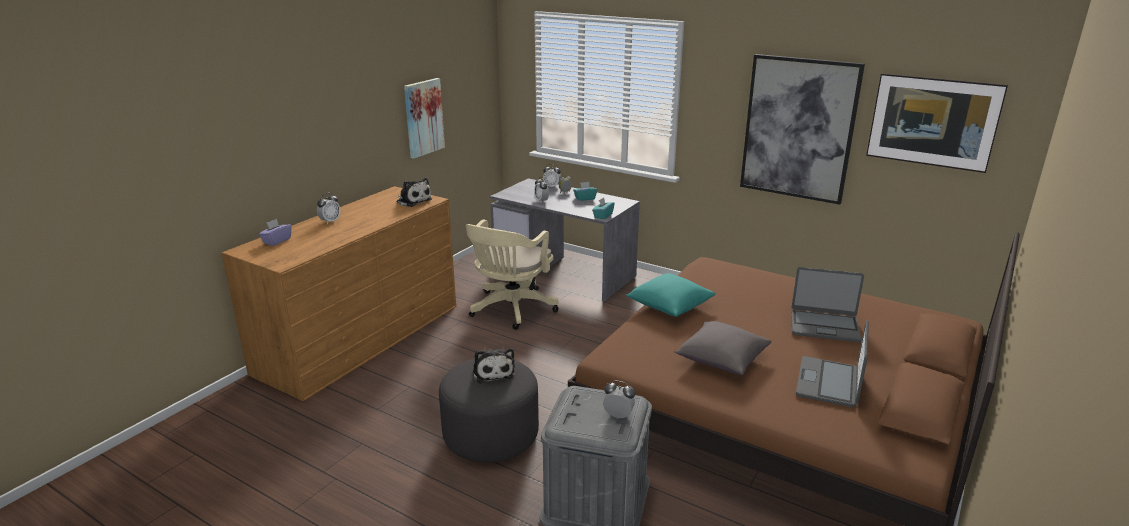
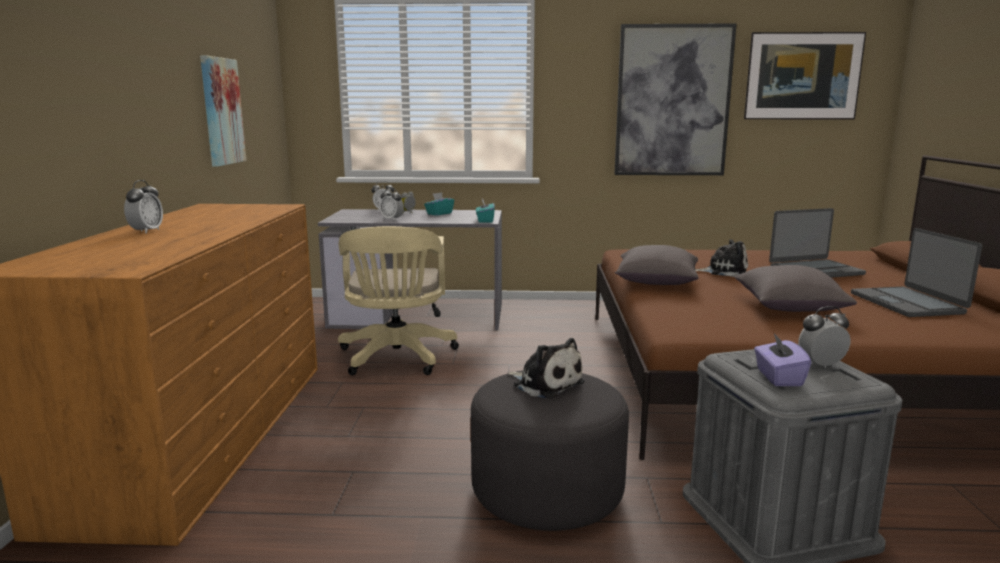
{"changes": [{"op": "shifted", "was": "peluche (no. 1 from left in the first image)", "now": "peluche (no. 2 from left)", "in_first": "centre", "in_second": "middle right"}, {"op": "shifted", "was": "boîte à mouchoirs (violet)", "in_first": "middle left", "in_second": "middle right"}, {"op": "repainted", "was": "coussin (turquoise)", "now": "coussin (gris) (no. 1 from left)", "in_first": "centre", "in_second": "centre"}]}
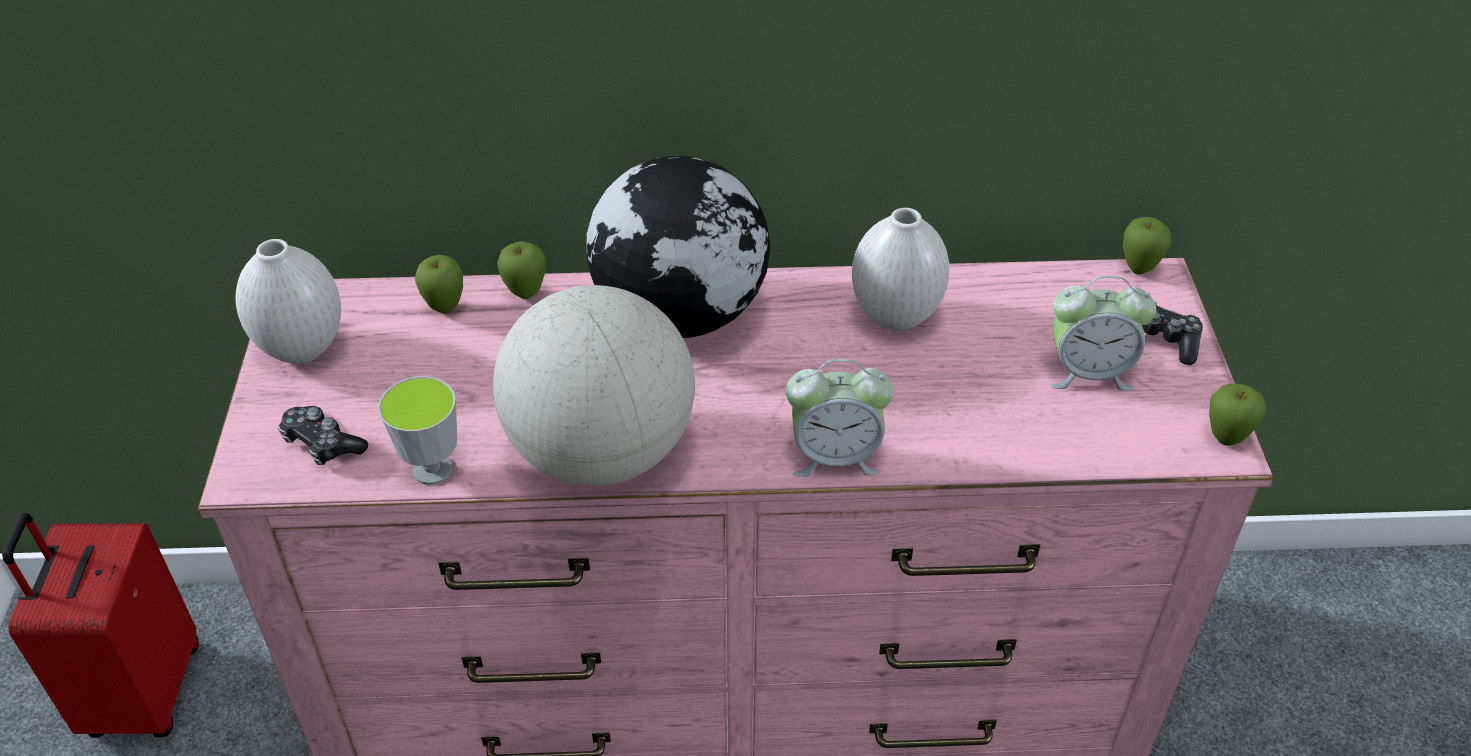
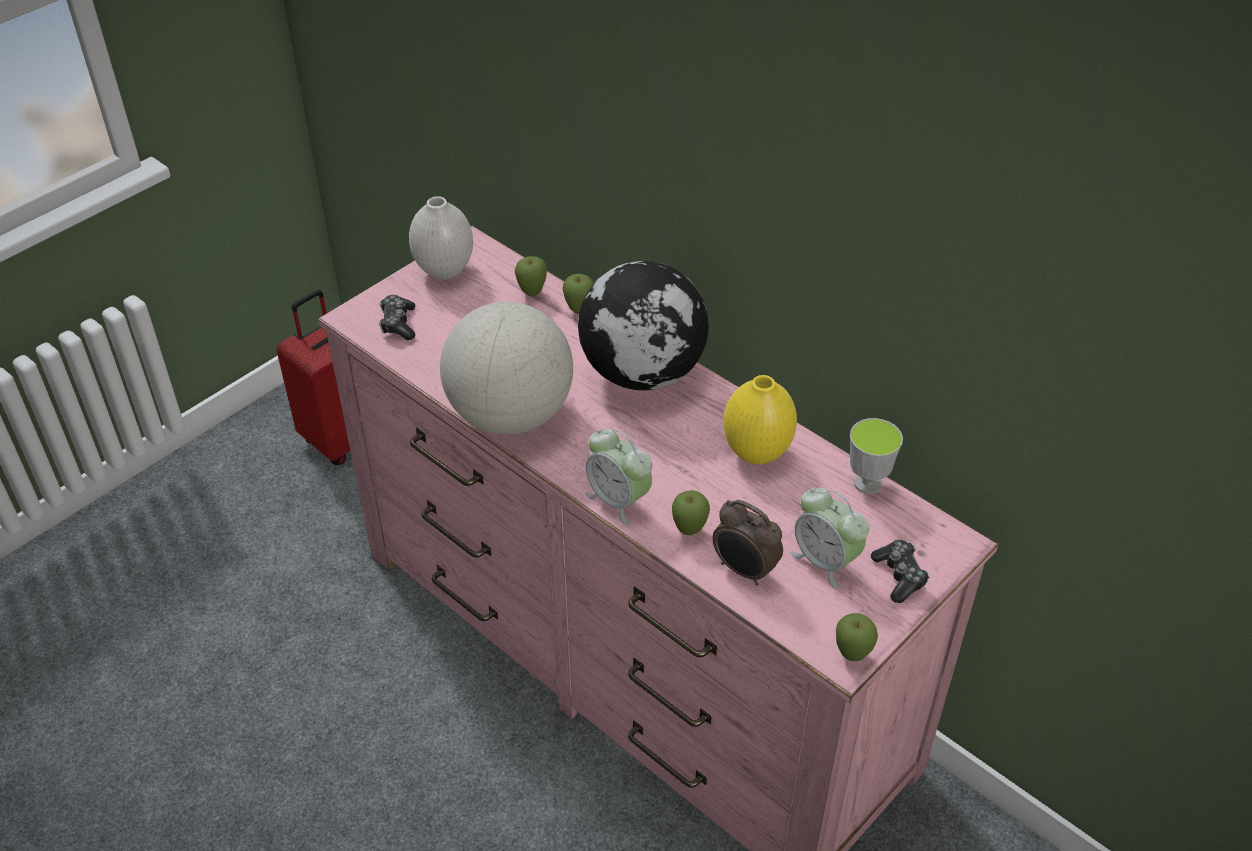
{"changes": [{"op": "repainted", "was": "vase (blanc) (no. 2 from left)", "now": "vase (jaune)", "in_first": "centre", "in_second": "centre"}, {"op": "shifted", "was": "pomme (no. 3 from left)", "in_first": "top right", "in_second": "centre"}, {"op": "shifted", "was": "tasse", "in_first": "middle left", "in_second": "middle right"}, {"op": "new", "now": "réveil (no. 2 from left)", "in_second": "centre"}]}
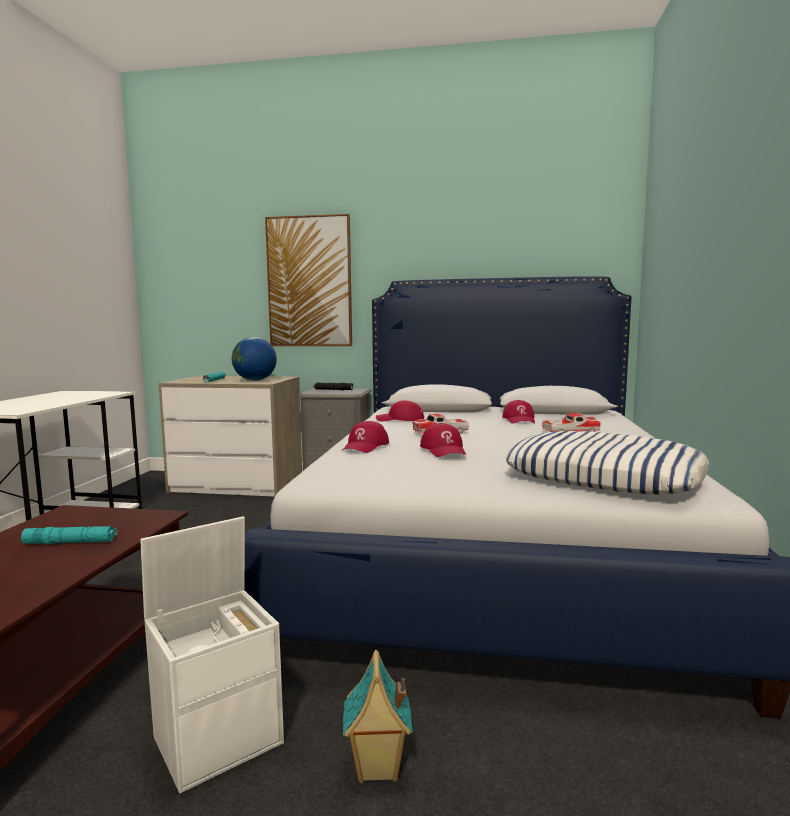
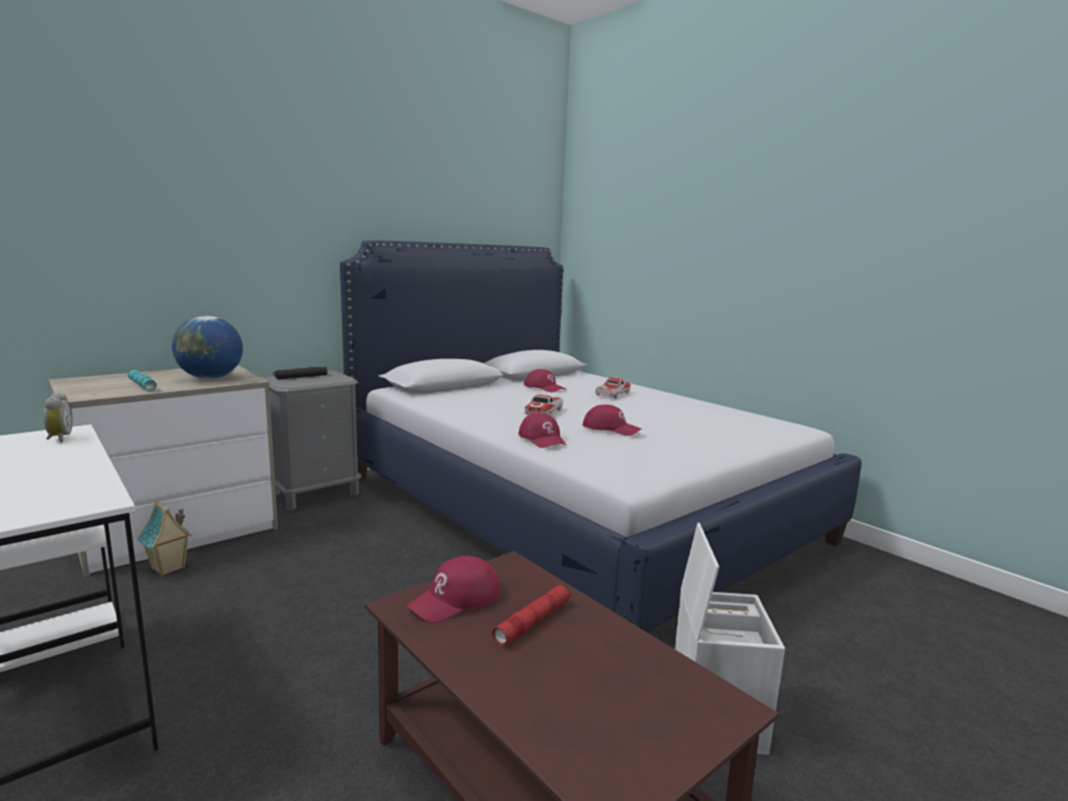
{"changes": [{"op": "gone", "was": "tableau", "in_first": "centre"}, {"op": "shifted", "was": "casquette (rouge) (no. 2 from left in the first image)", "now": "casquette (rouge) (no. 1 from left)", "in_first": "centre", "in_second": "bottom centre"}, {"op": "gone", "was": "coussin", "in_first": "middle right"}, {"op": "repainted", "was": "lampe de poche (turquoise) (no. 1 from left)", "now": "lampe de poche (rouge)", "in_first": "middle left", "in_second": "bottom centre"}, {"op": "shifted", "was": "maison miniature", "in_first": "bottom centre", "in_second": "bottom left"}, {"op": "new", "now": "réveil", "in_second": "middle left"}]}
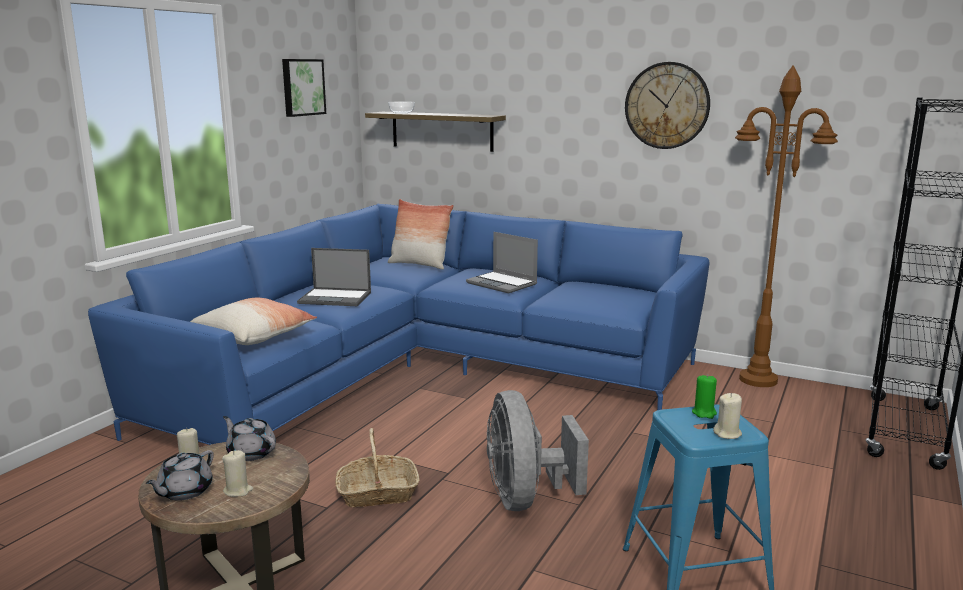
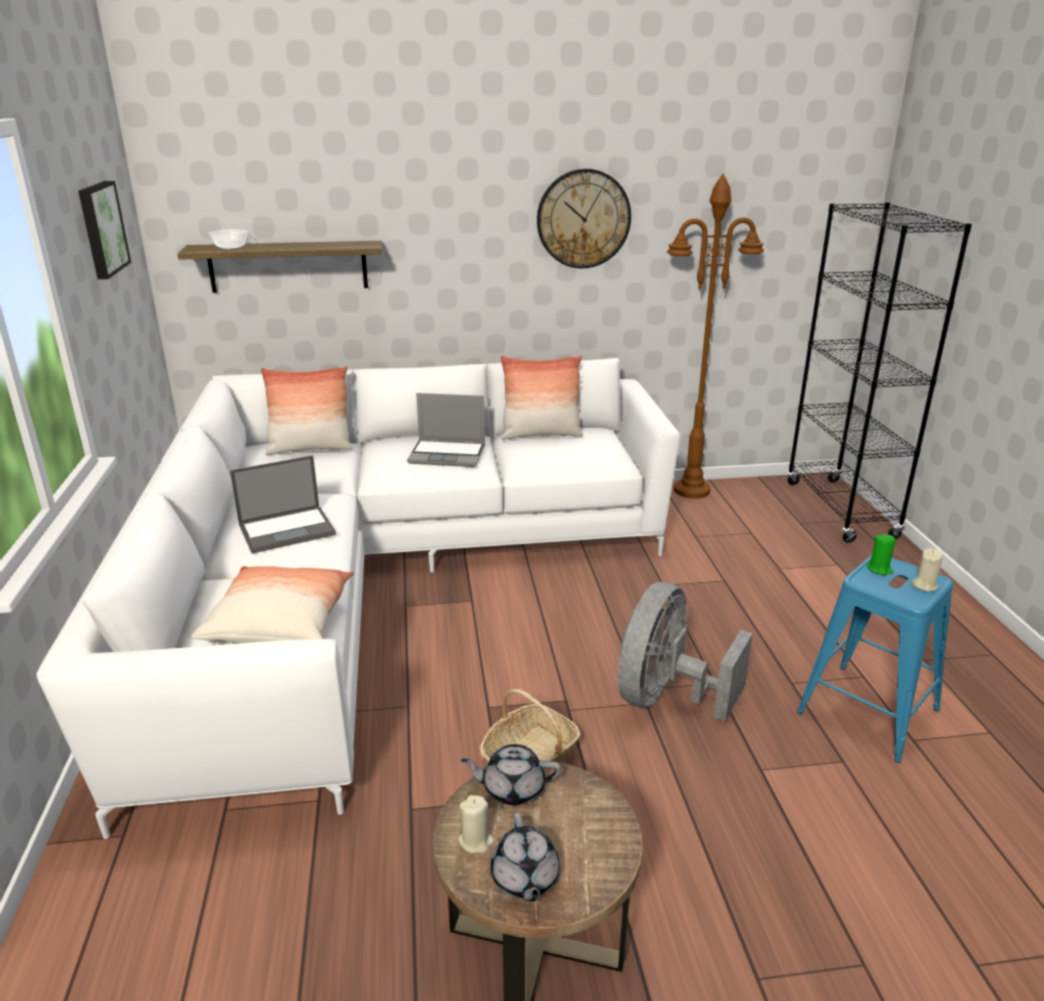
{"changes": [{"op": "repainted", "was": "canapé (bleu)", "now": "canapé (blanc)", "in_first": "centre", "in_second": "centre"}, {"op": "rotated", "was": "ventilateur (gris)", "in_first": "bottom centre", "in_second": "centre", "clockwise": 75}, {"op": "gone", "was": "bougie (beige) (no. 2 from left)", "in_first": "bottom left"}, {"op": "new", "now": "coussin (no. 3 from left)", "in_second": "centre"}]}
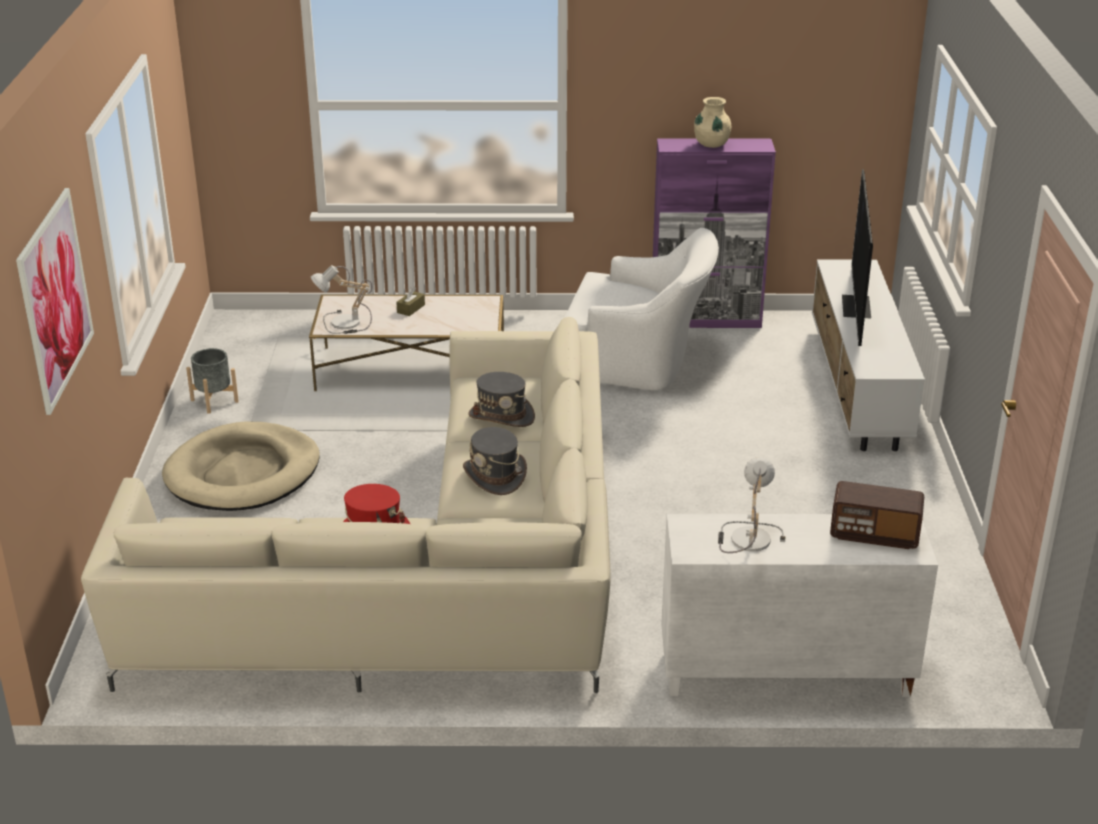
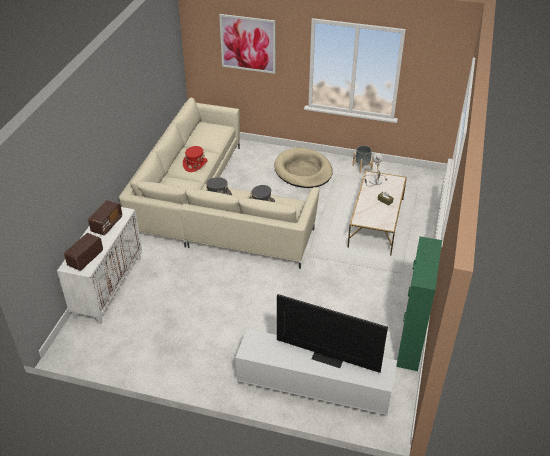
{"changes": [{"op": "gone", "was": "vase (beige)", "in_first": "top centre"}, {"op": "repainted", "was": "meuble de rangement (violet)", "now": "meuble de rangement (vert)", "in_first": "top centre", "in_second": "middle right"}, {"op": "gone", "was": "fauteuil (blanc)", "in_first": "centre"}, {"op": "swapped", "was": "lampe de table (no. 2 from left)", "now": "radio (no. 2 from left)", "in_first": "middle right", "in_second": "middle left"}]}
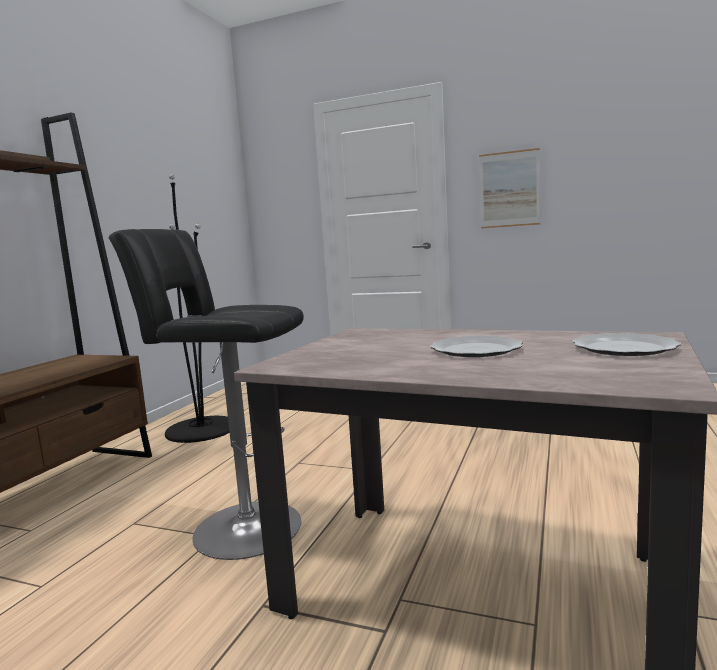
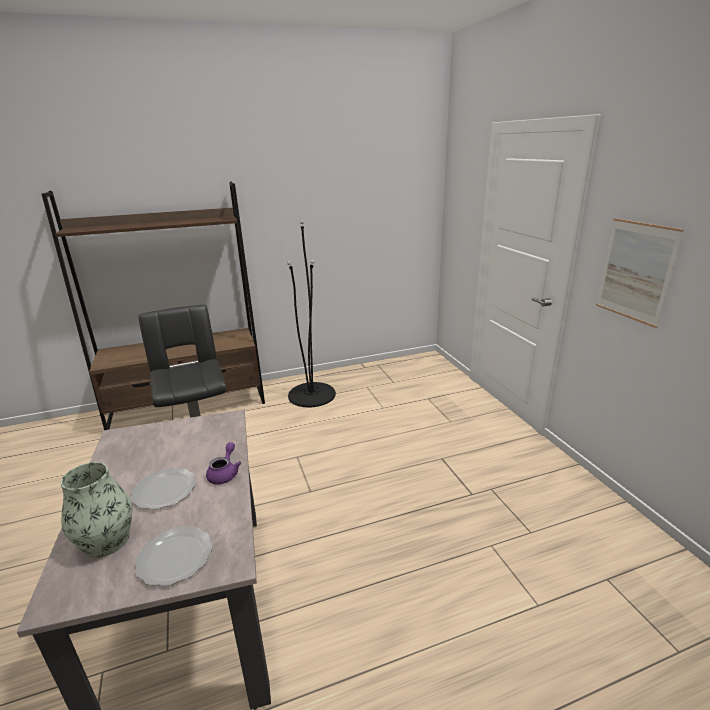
{"changes": [{"op": "new", "now": "théière (violet)", "in_second": "middle left"}, {"op": "new", "now": "vase", "in_second": "bottom left"}]}
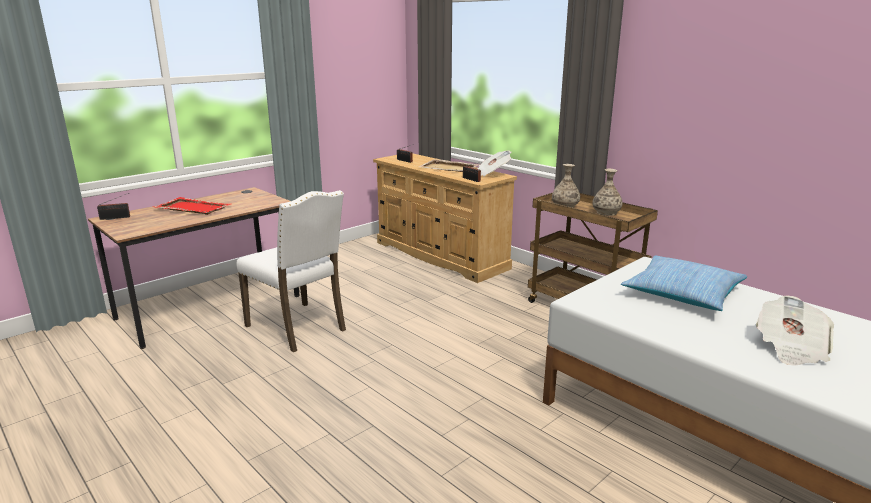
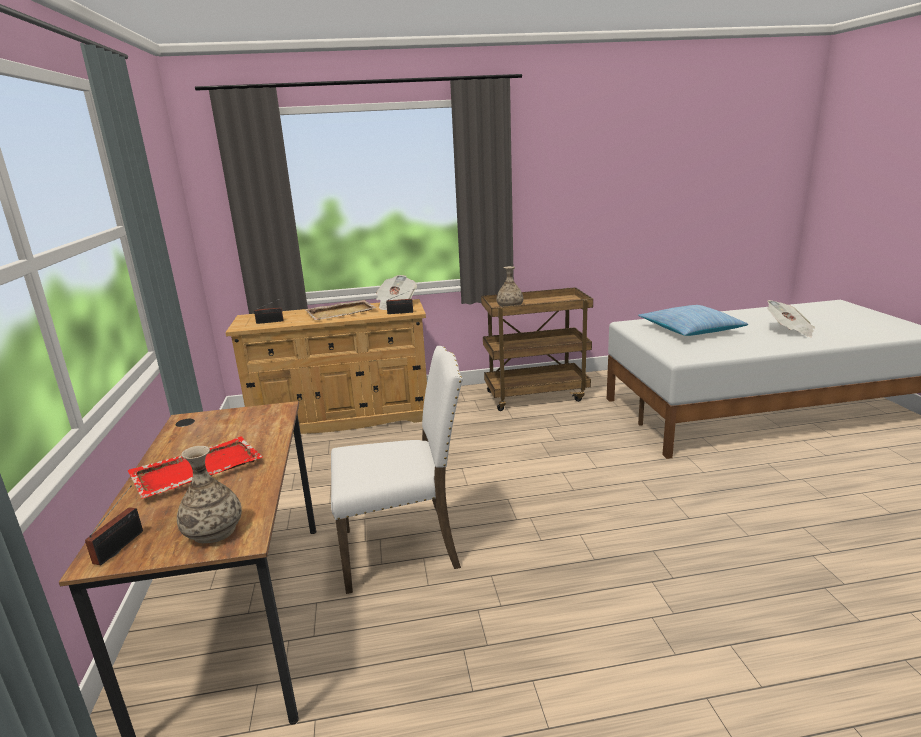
{"changes": [{"op": "shifted", "was": "vase (no. 2 from left in the first image)", "now": "vase (no. 1 from left)", "in_first": "middle right", "in_second": "bottom left"}]}
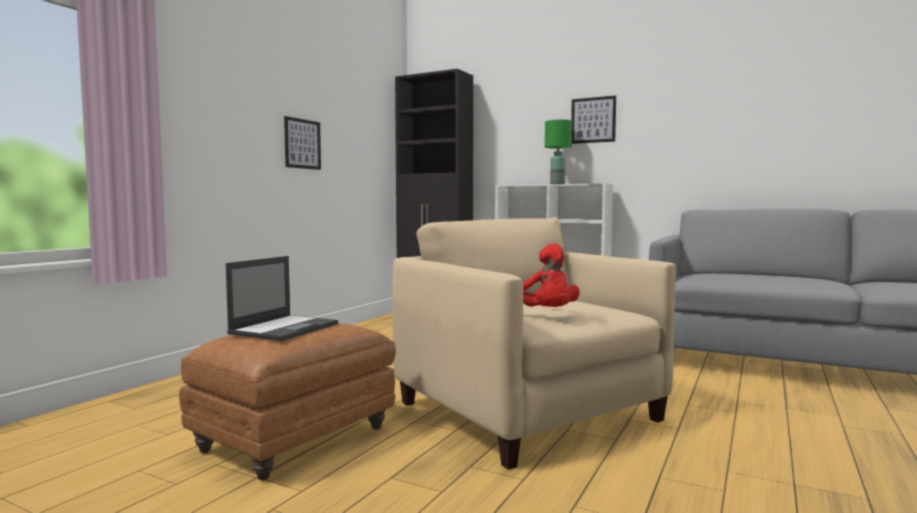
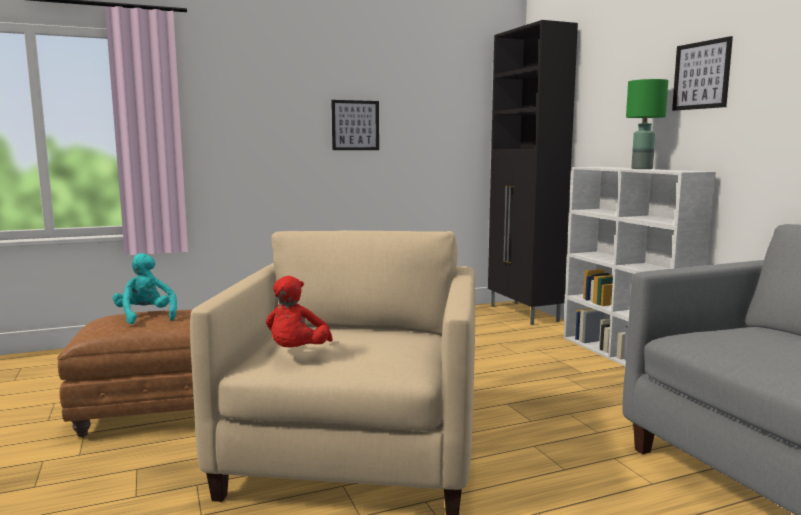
{"changes": [{"op": "swapped", "was": "ordinateur portable", "now": "peluche (turquoise)", "in_first": "middle left", "in_second": "middle left"}]}
